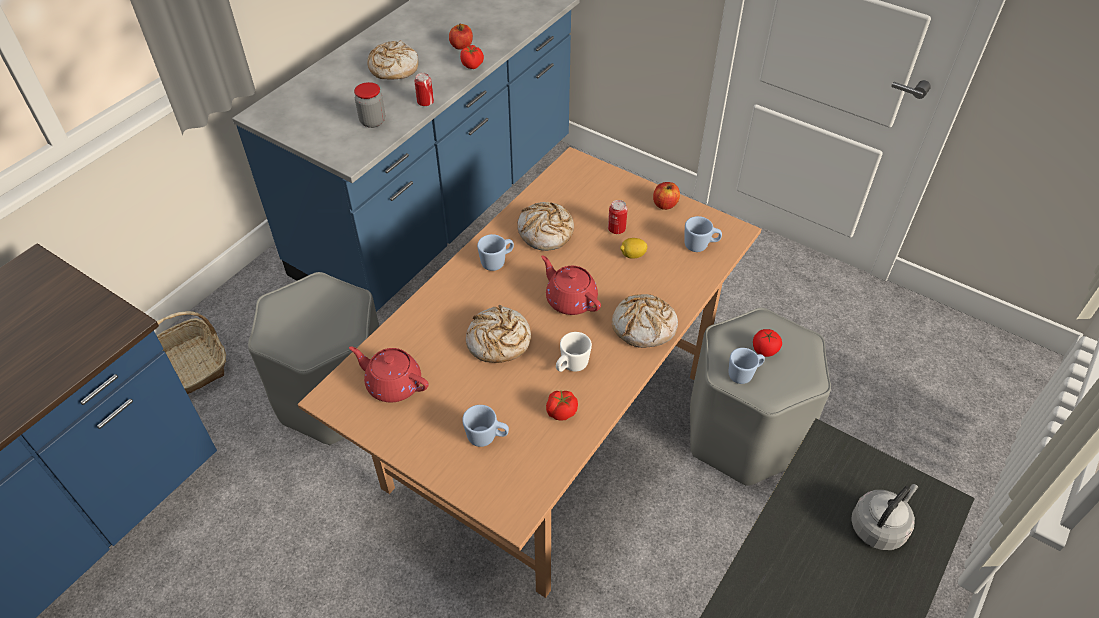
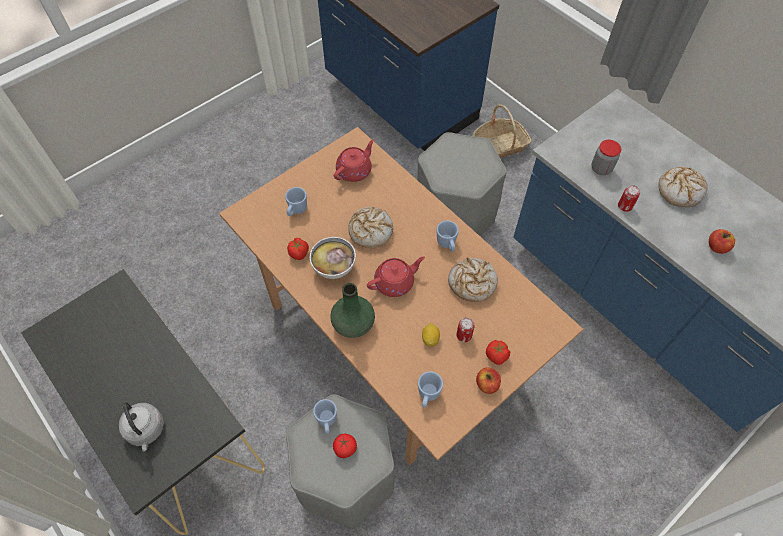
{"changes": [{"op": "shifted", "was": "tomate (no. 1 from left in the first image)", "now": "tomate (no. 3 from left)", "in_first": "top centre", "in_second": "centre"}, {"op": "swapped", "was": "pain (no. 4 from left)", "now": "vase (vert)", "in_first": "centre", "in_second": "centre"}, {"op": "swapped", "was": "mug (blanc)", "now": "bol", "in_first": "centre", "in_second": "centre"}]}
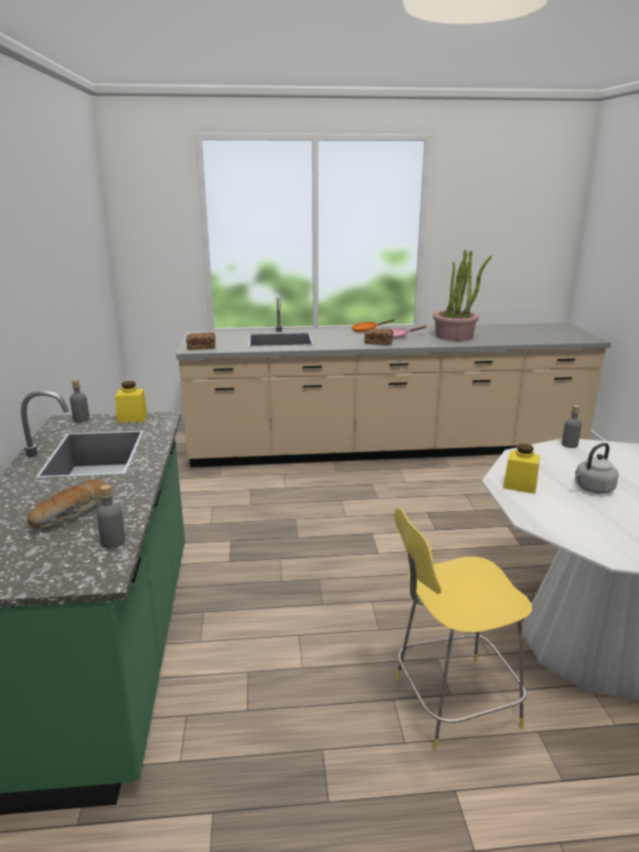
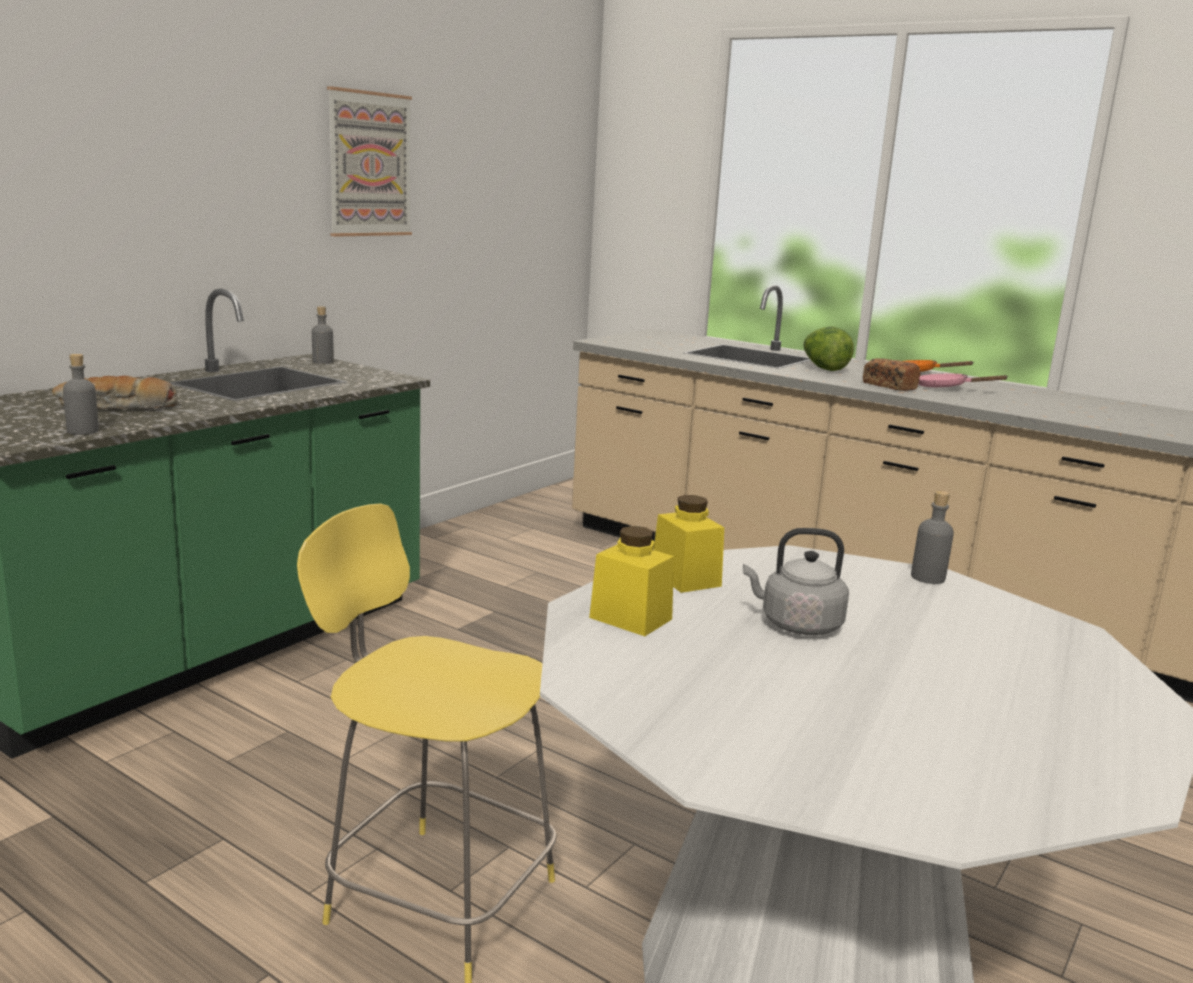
{"changes": [{"op": "gone", "was": "plante en pot", "in_first": "middle right"}, {"op": "gone", "was": "pain (no. 2 from left)", "in_first": "middle left"}, {"op": "shifted", "was": "bocal (jaune) (no. 1 from left)", "in_first": "middle left", "in_second": "centre"}, {"op": "new", "now": "tableau", "in_second": "top left"}, {"op": "new", "now": "laitue", "in_second": "middle right"}]}
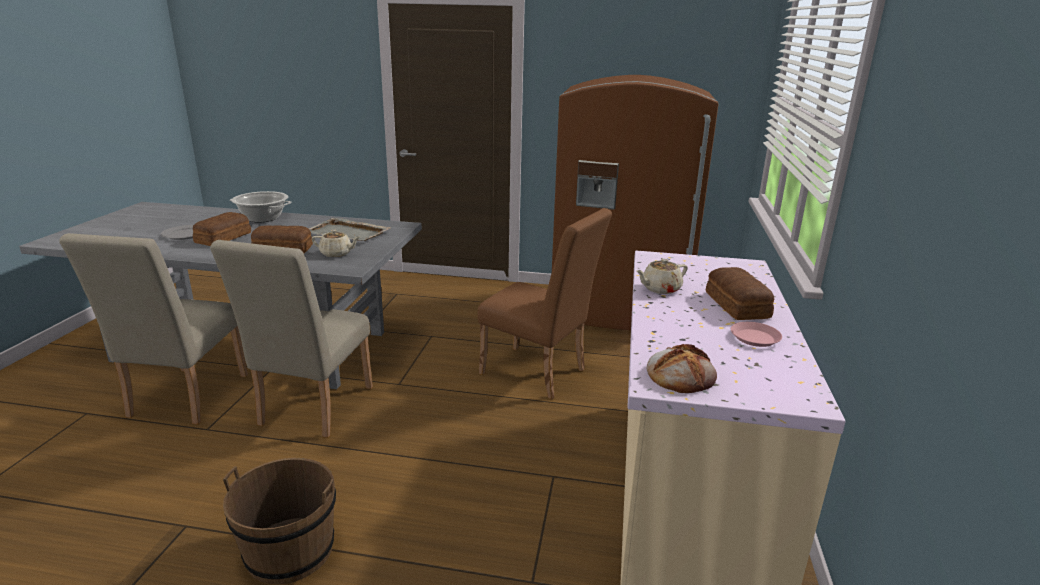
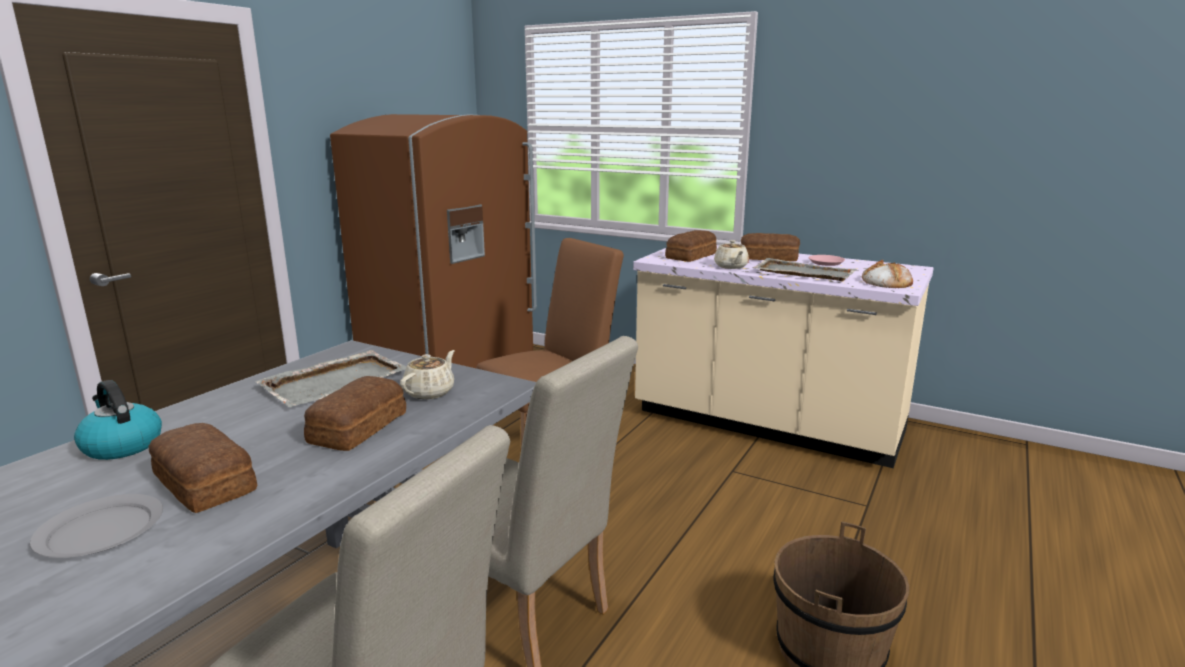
{"changes": [{"op": "swapped", "was": "marmite", "now": "bouilloire", "in_first": "middle left", "in_second": "middle left"}, {"op": "new", "now": "pain (no. 3 from left)", "in_second": "centre"}, {"op": "new", "now": "plateau (gris) (no. 2 from left)", "in_second": "middle right"}]}
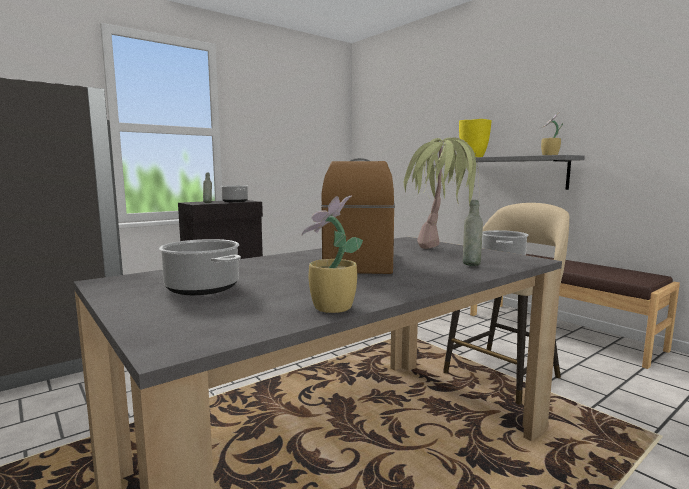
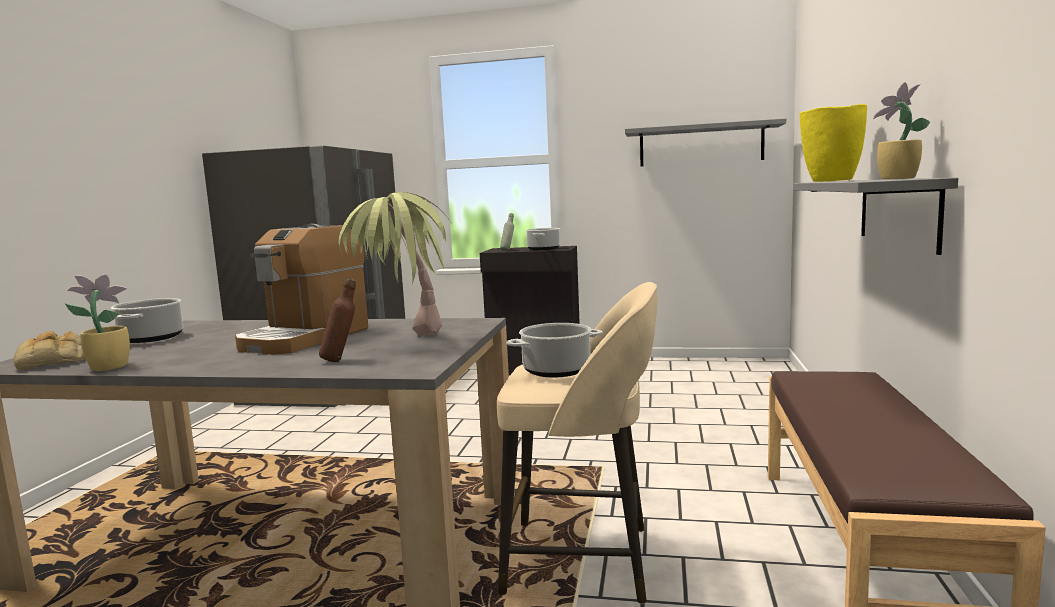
{"changes": [{"op": "rotated", "was": "machine à café", "in_first": "centre", "in_second": "middle left", "clockwise": 150}, {"op": "repainted", "was": "bouteille (gris) (no. 2 from left)", "now": "bouteille (marron)", "in_first": "middle right", "in_second": "middle left"}, {"op": "new", "now": "étagère (gris) (no. 1 from left)", "in_second": "top right"}, {"op": "new", "now": "pain", "in_second": "middle left"}]}
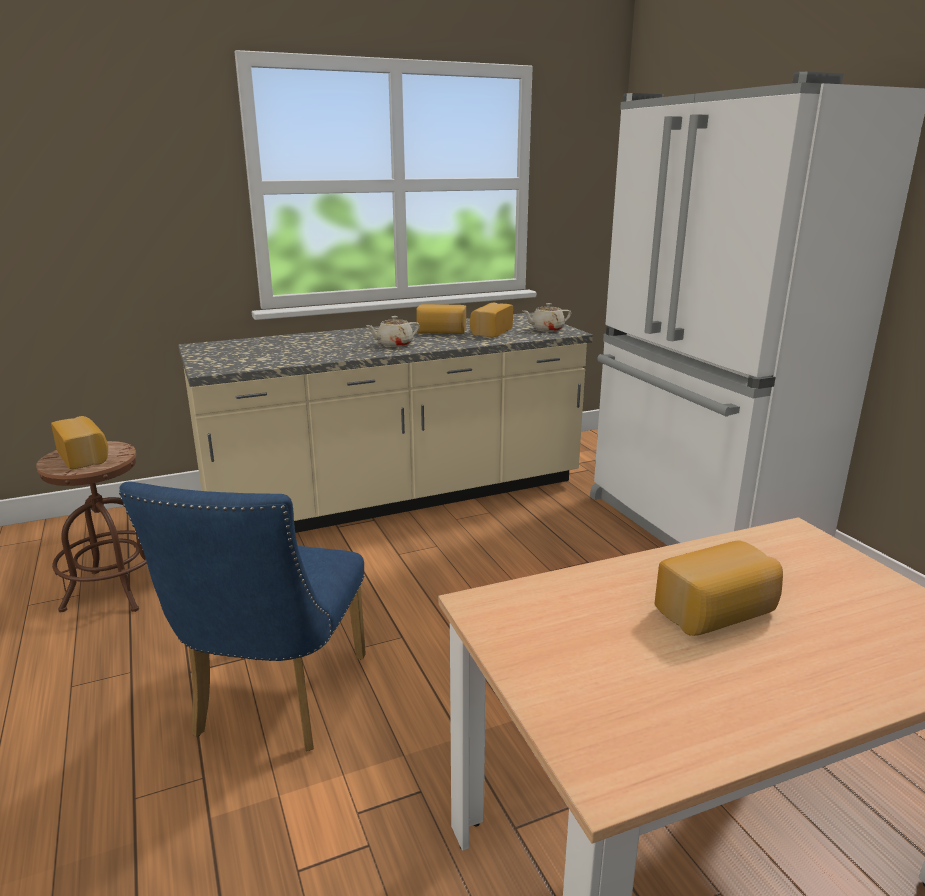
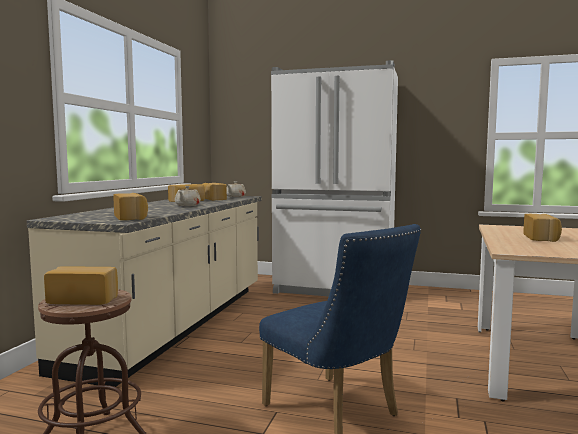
{"changes": [{"op": "new", "now": "pain (no. 2 from left)", "in_second": "middle left"}]}
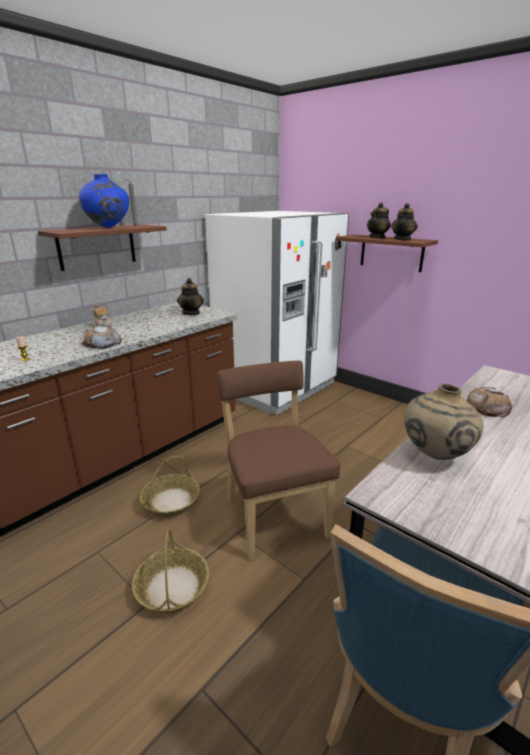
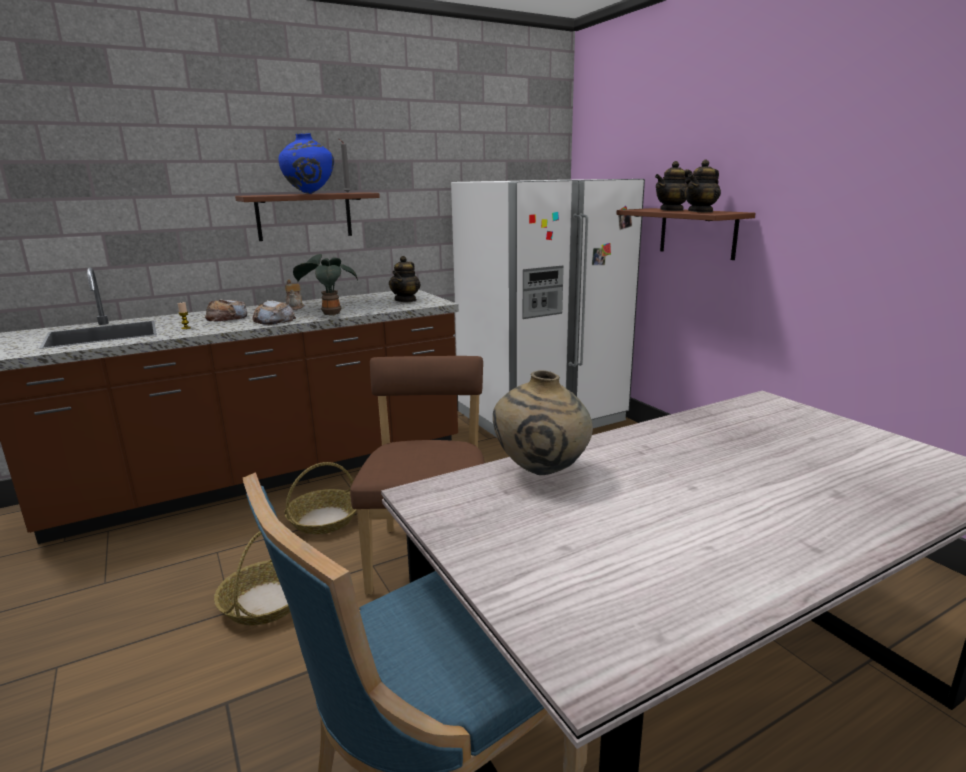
{"changes": [{"op": "shifted", "was": "pain (no. 2 from left in the first image)", "now": "pain (no. 1 from left)", "in_first": "middle right", "in_second": "middle left"}, {"op": "new", "now": "plante en pot", "in_second": "centre"}]}
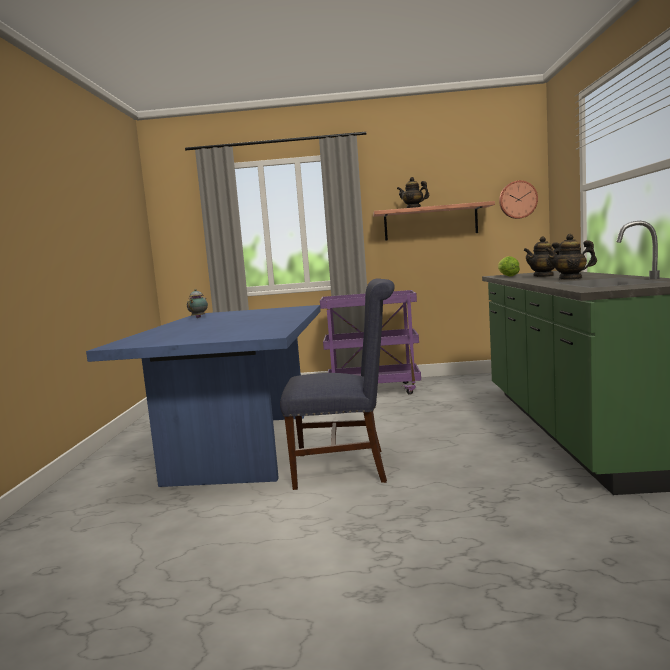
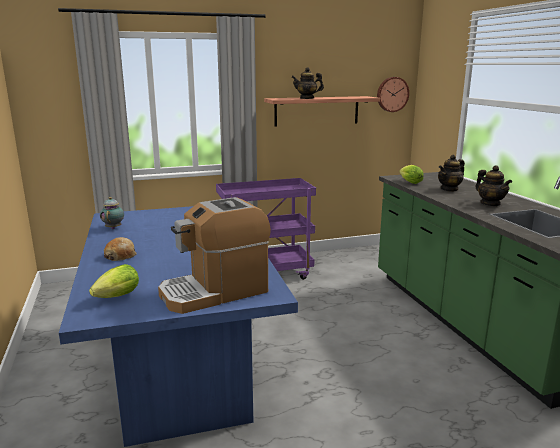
{"changes": [{"op": "rotated", "was": "théière (no. 4 from left)", "in_first": "middle right", "in_second": "middle right", "clockwise": -105}, {"op": "gone", "was": "chaise (bleu)", "in_first": "centre"}, {"op": "new", "now": "machine à café", "in_second": "centre"}, {"op": "new", "now": "pain", "in_second": "middle left"}, {"op": "new", "now": "laitue (no. 1 from left)", "in_second": "middle left"}]}
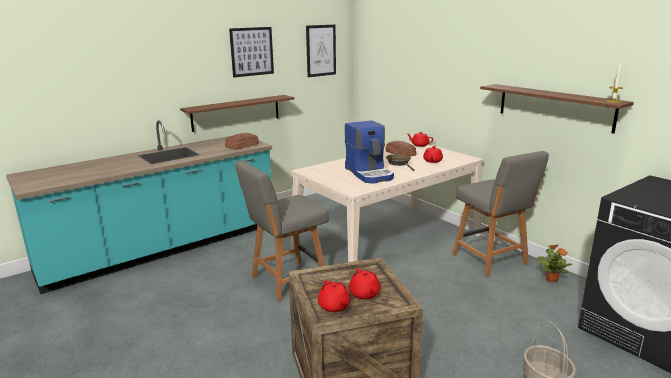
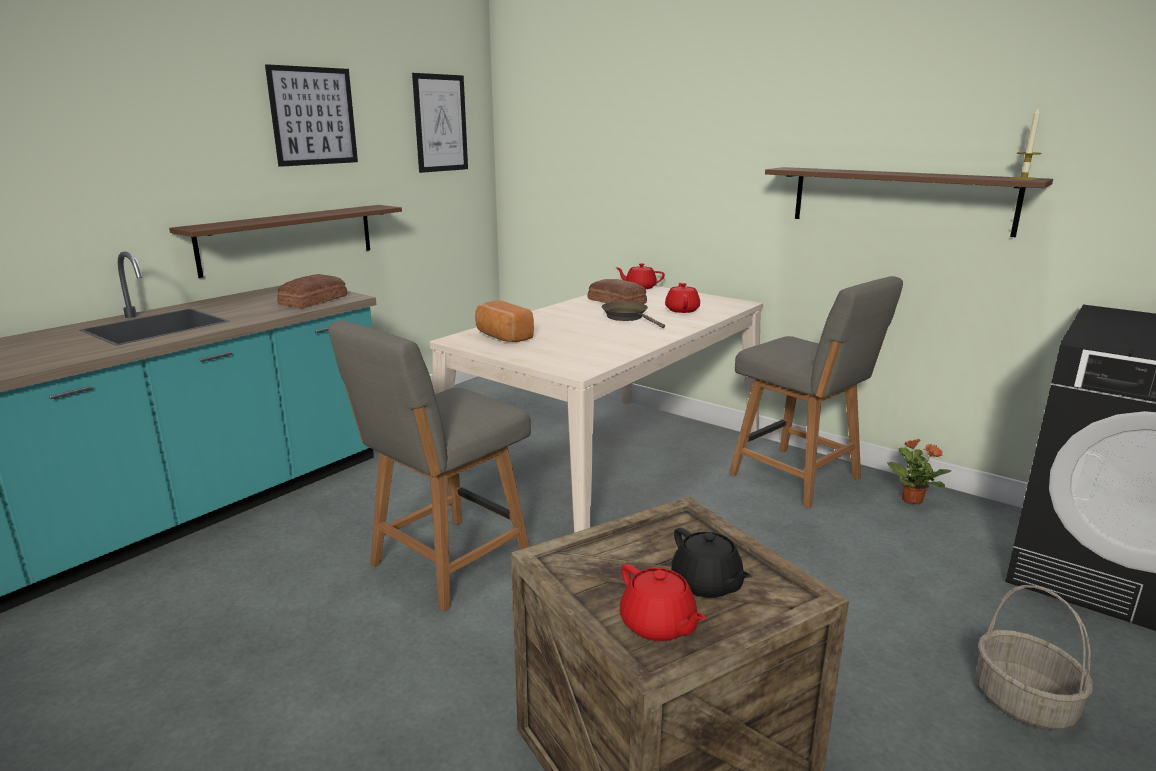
{"changes": [{"op": "gone", "was": "machine à café", "in_first": "centre"}, {"op": "repainted", "was": "théière (rouge) (no. 2 from left)", "now": "théière (noir)", "in_first": "bottom centre", "in_second": "bottom centre"}, {"op": "new", "now": "pain (no. 2 from left)", "in_second": "centre"}]}
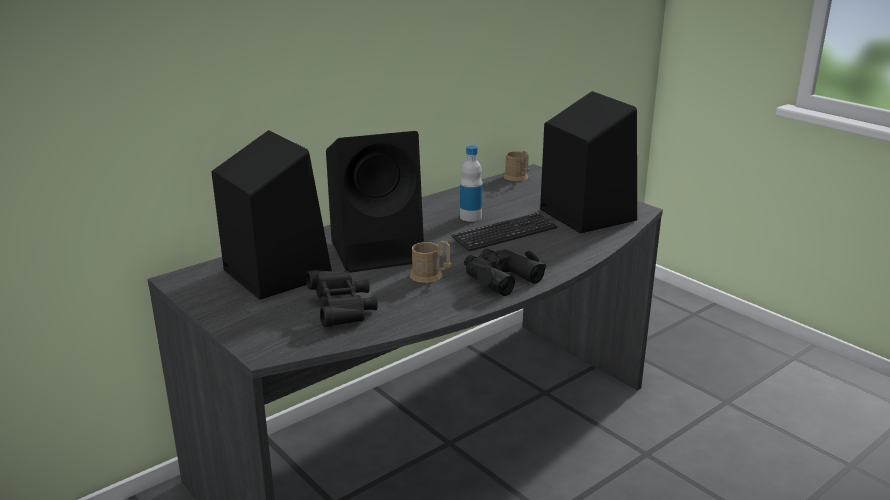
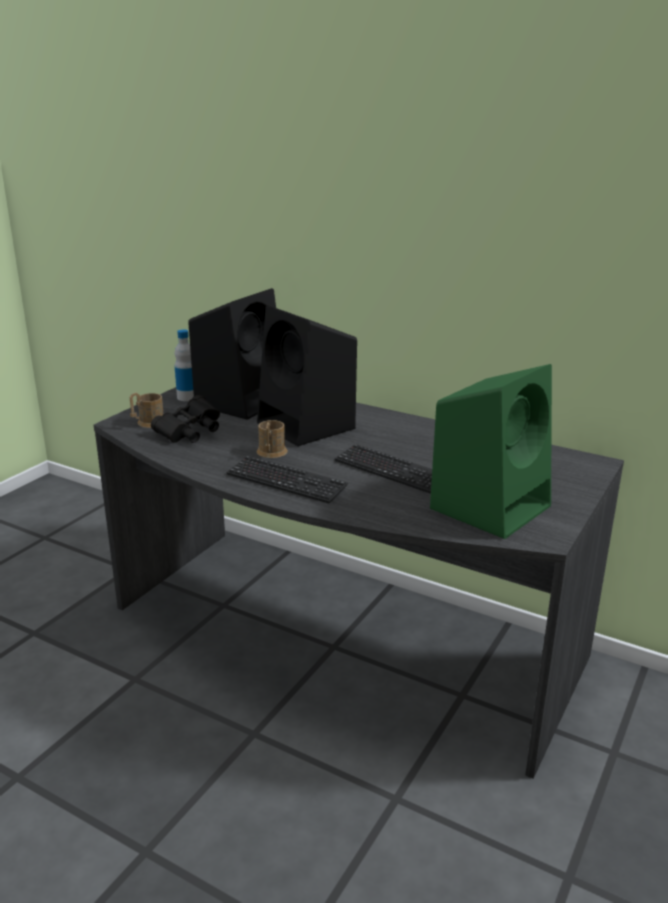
{"changes": [{"op": "repainted", "was": "enceinte (noir) (no. 3 from left)", "now": "enceinte (vert)", "in_first": "top centre", "in_second": "middle right"}, {"op": "shifted", "was": "bouteille", "in_first": "centre", "in_second": "middle left"}, {"op": "shifted", "was": "mug (marron) (no. 2 from left in the first image)", "now": "mug (marron) (no. 1 from left)", "in_first": "top centre", "in_second": "middle left"}, {"op": "swapped", "was": "jumelles (noir) (no. 2 from left)", "now": "clavier (no. 1 from left)", "in_first": "centre", "in_second": "centre"}]}
